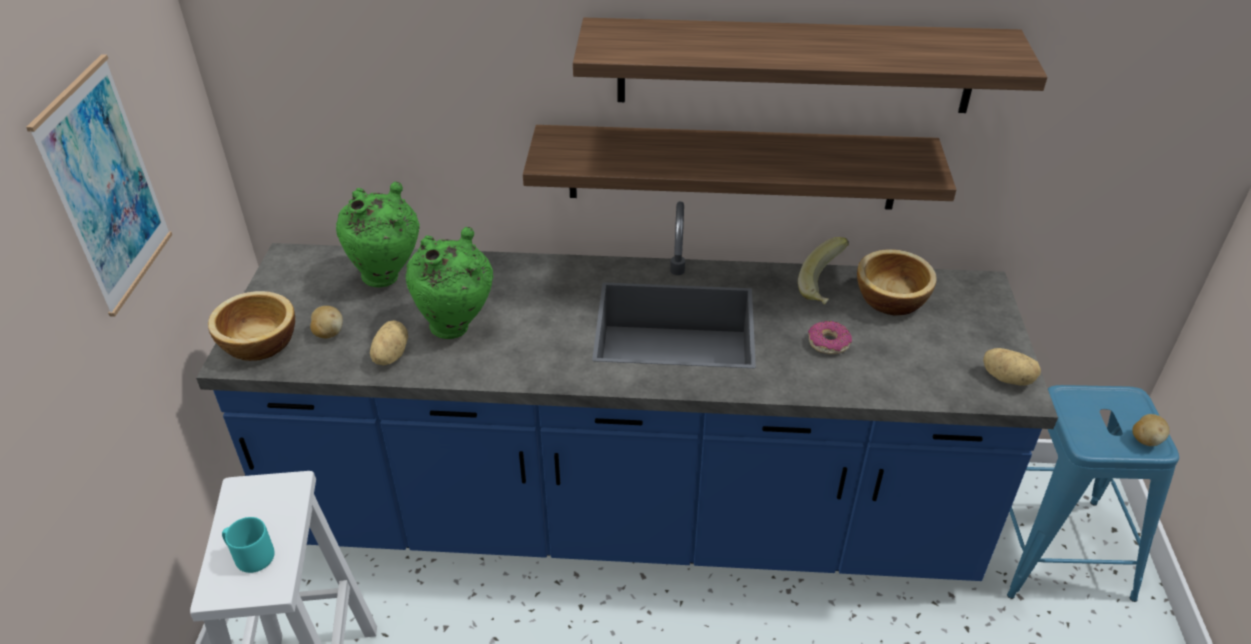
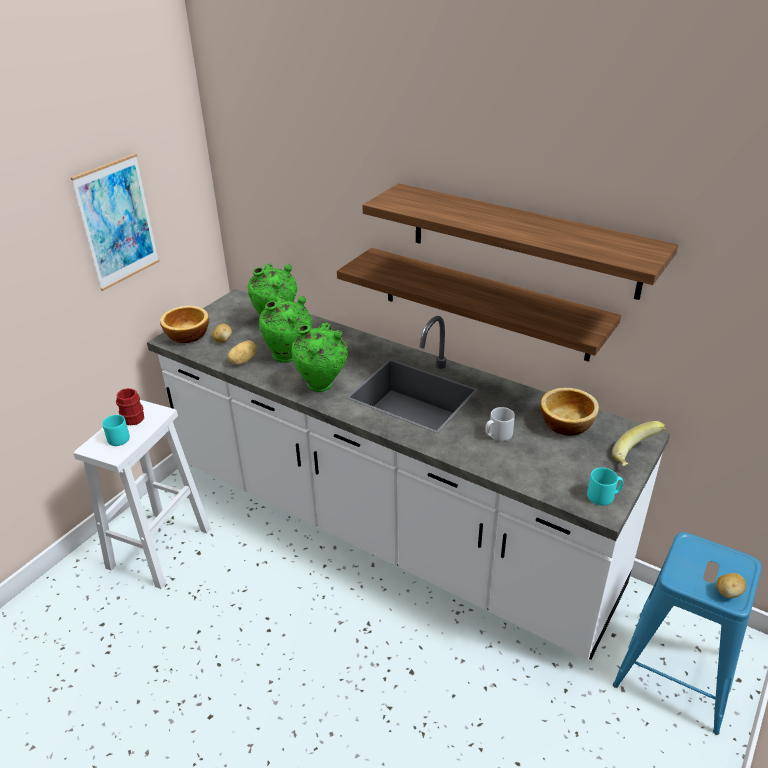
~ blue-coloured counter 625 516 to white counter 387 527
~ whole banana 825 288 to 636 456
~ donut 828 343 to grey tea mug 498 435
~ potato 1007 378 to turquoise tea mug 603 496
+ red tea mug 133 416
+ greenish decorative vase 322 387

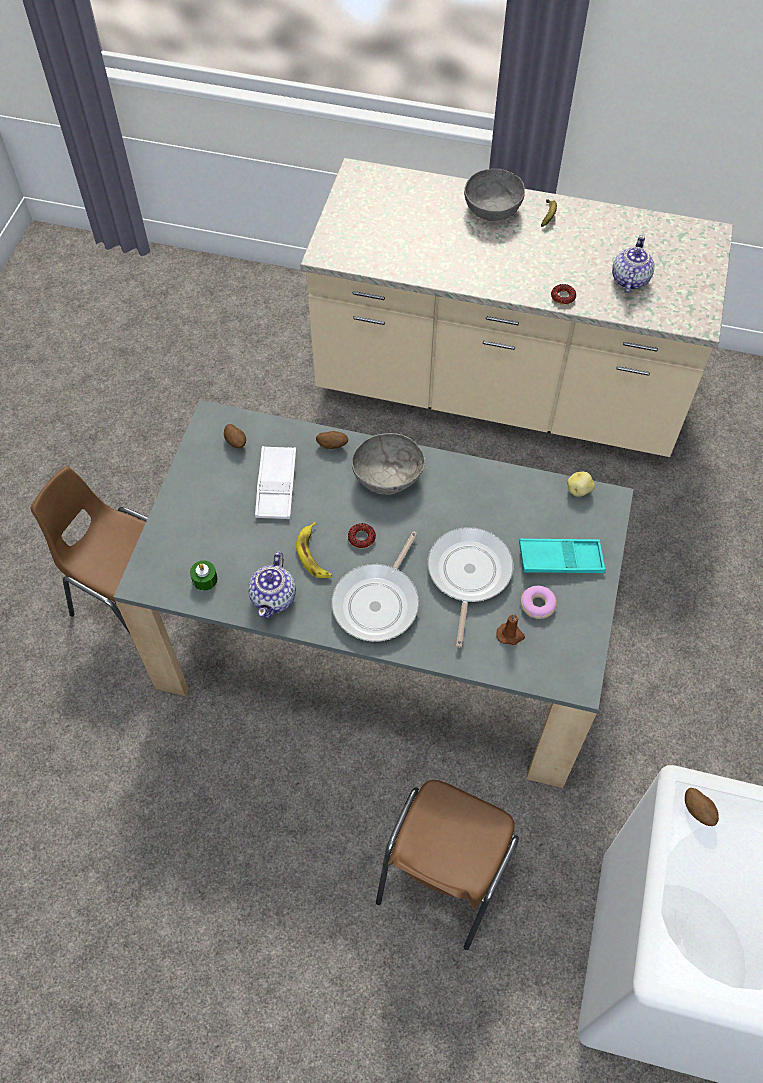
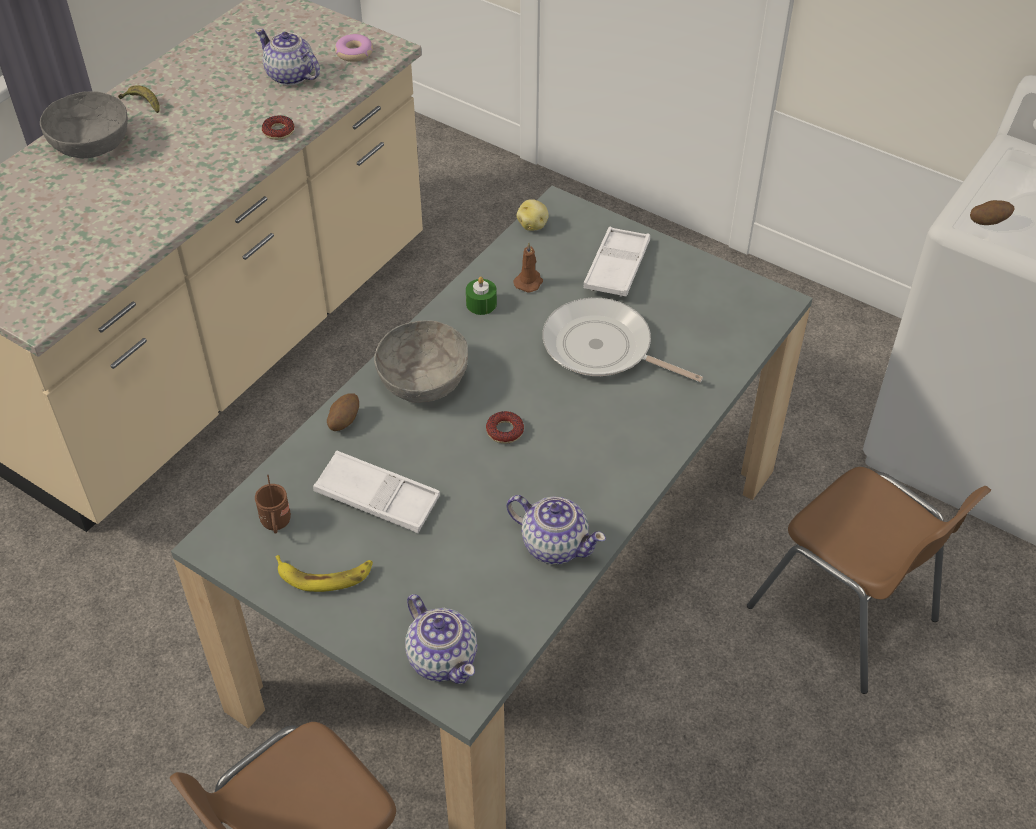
~ greenish candle 205 579 to 481 304
~ potato 236 442 to brown tea mug 276 525
~ whole banana 314 555 to 325 575
- pan 378 602
~ brown candle 510 635 to 529 282
~ turquoise tray 560 559 to white tray 617 267
~ donut 537 605 to 354 53
+ teapot 442 657

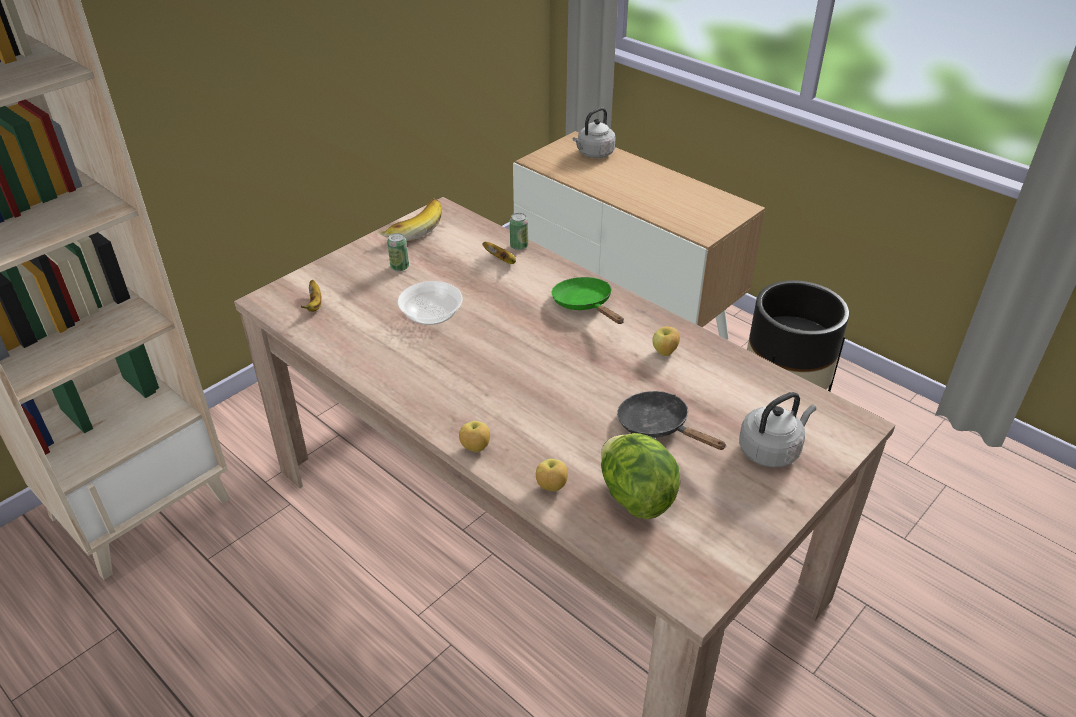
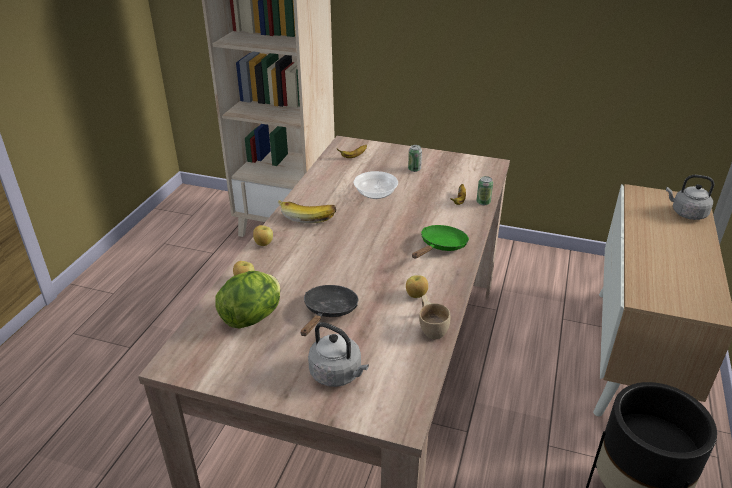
~ whole banana 412 229 to 307 216
+ sand-coloured cup 432 327

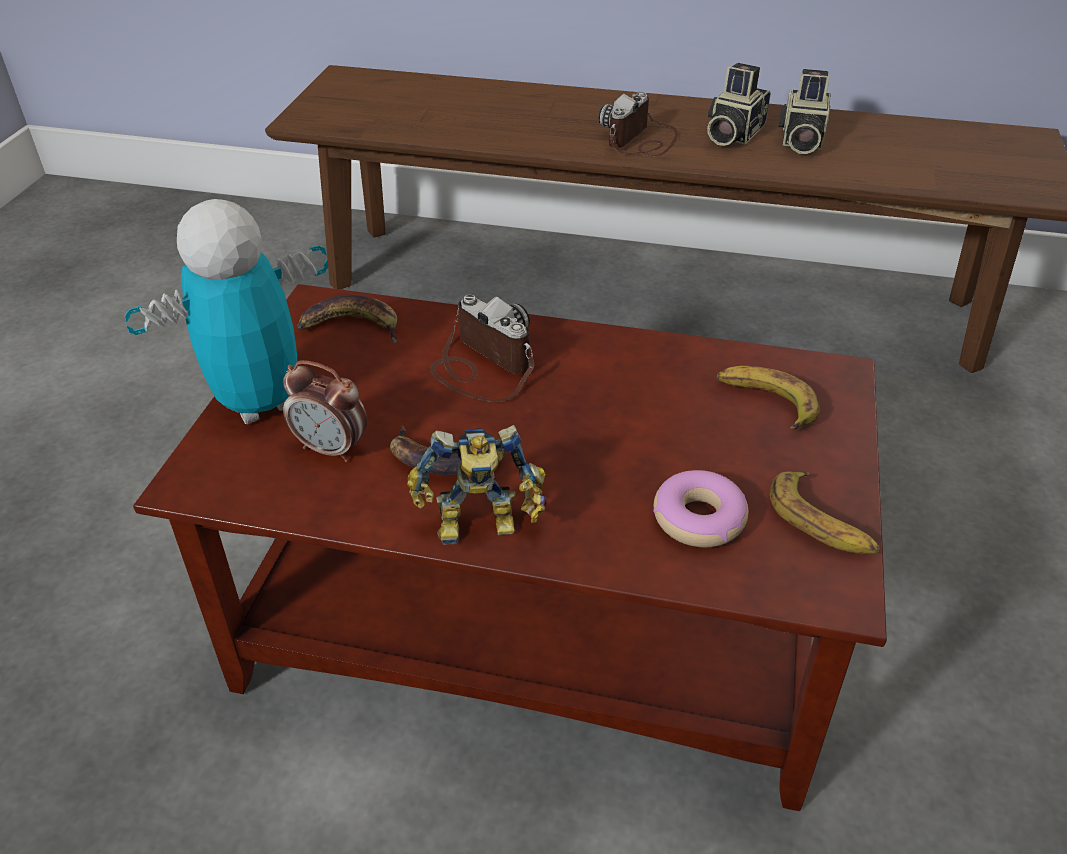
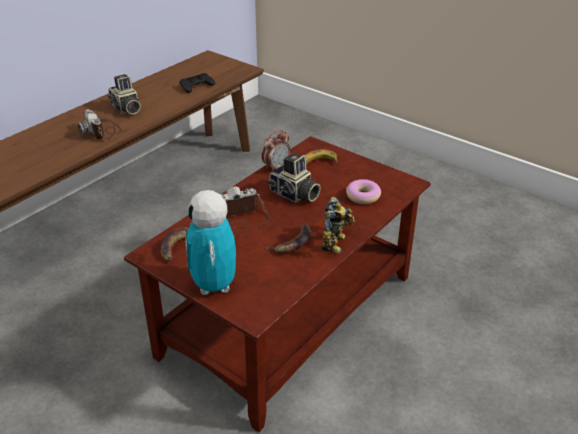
~ alarm clock 332 449 to 276 167
- whole banana 821 523
~ still camera 800 141 to 294 194
+ black game controller 196 86

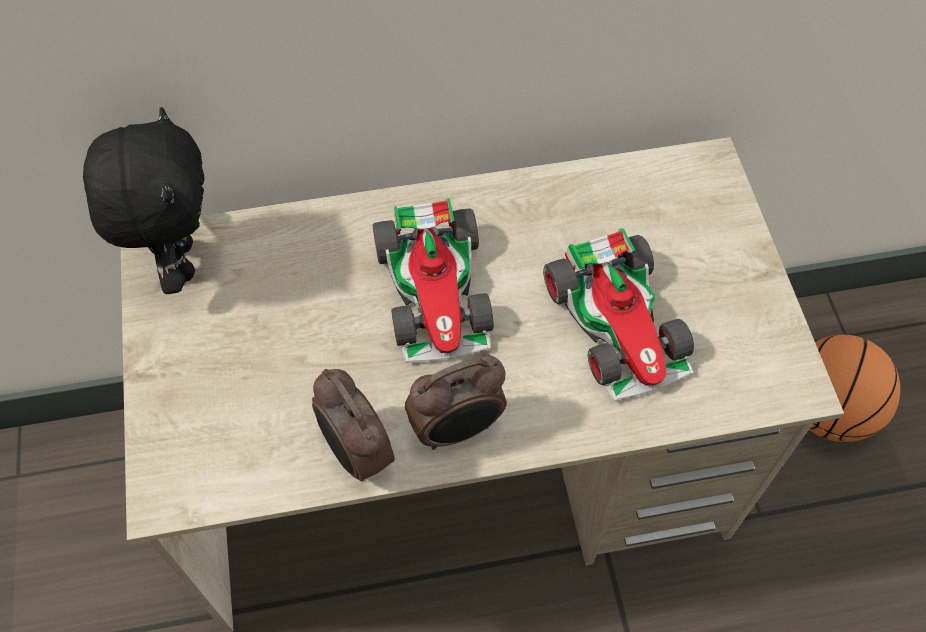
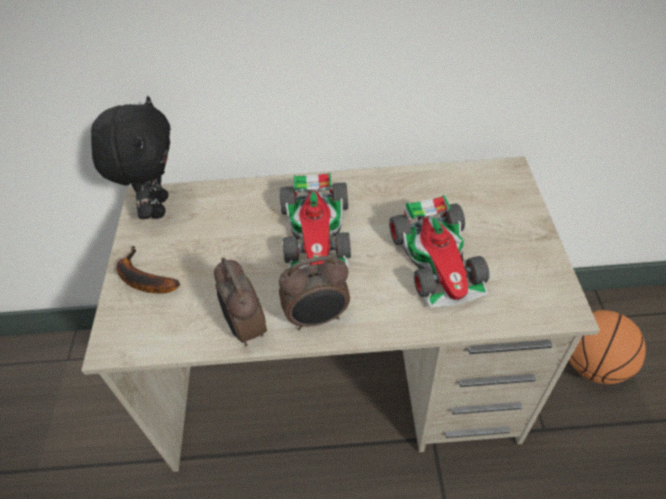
+ whole banana 142 279

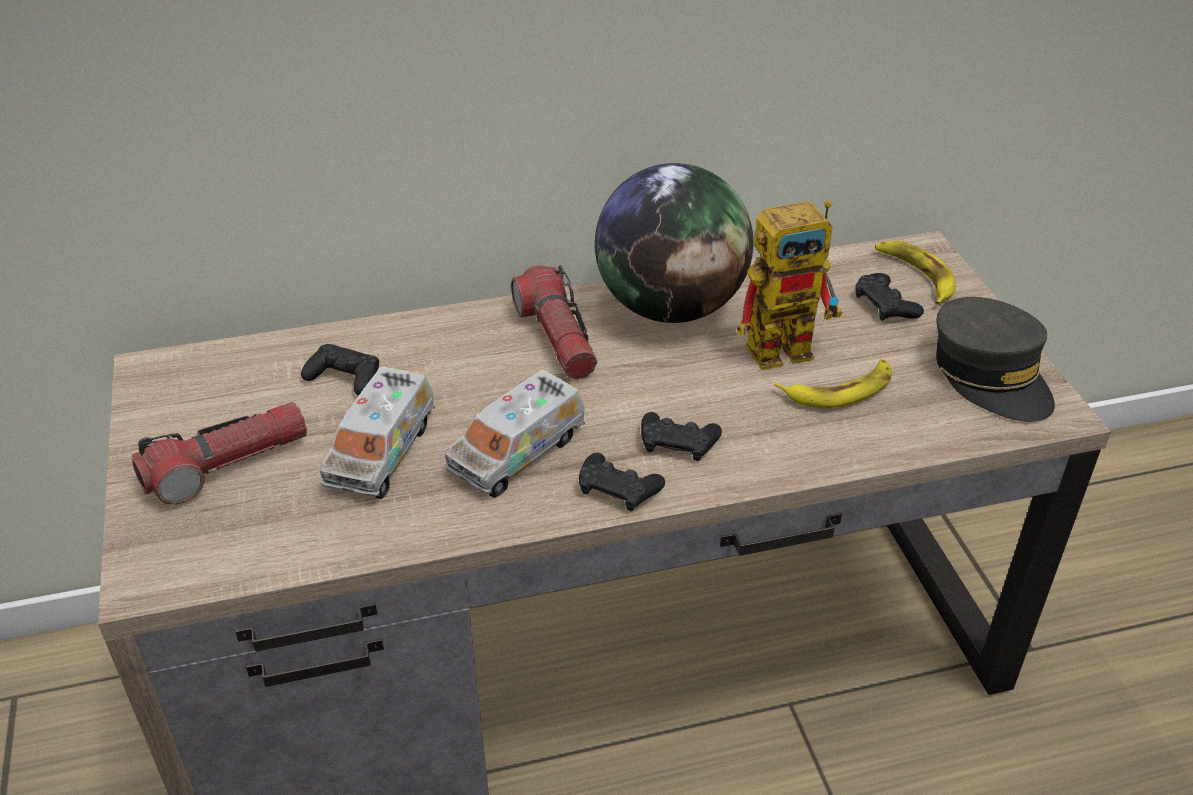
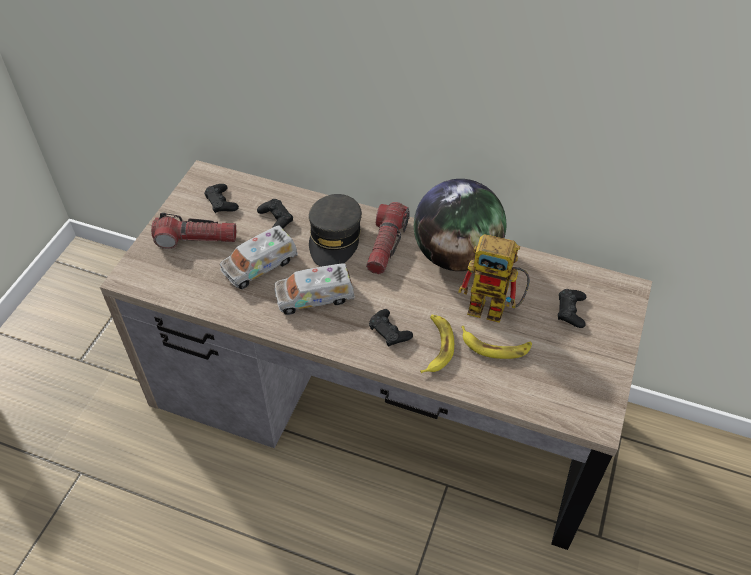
~ black game controller 618 488 to 221 202
~ whole banana 915 275 to 436 346
~ grey cap 990 375 to 335 238

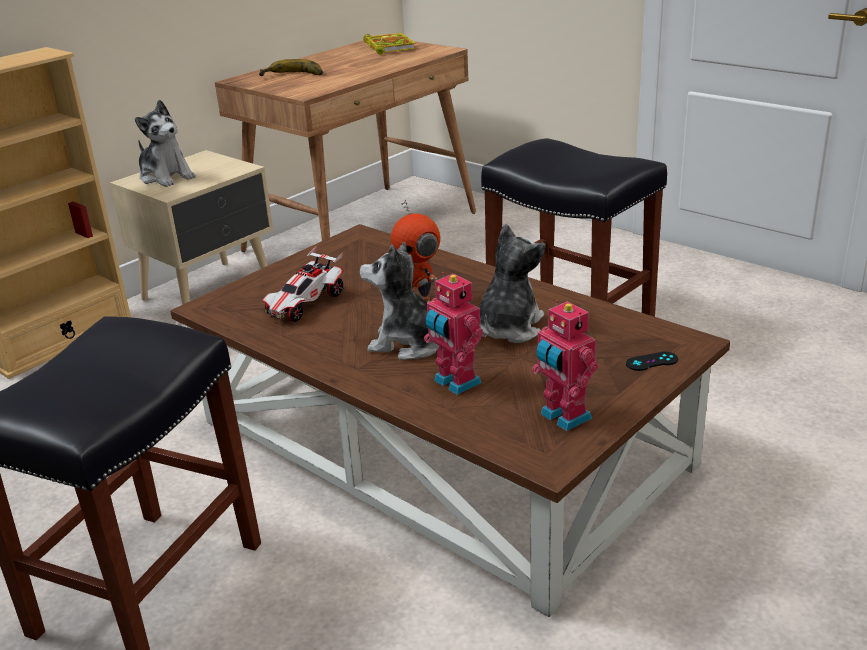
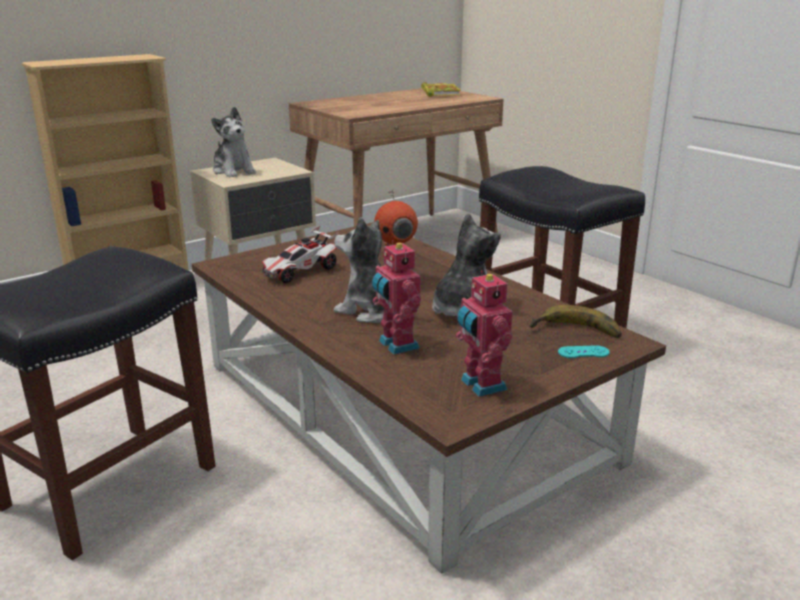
~ whole banana 292 76 to 576 332
~ black game controller 652 361 to turquoise game controller 583 352

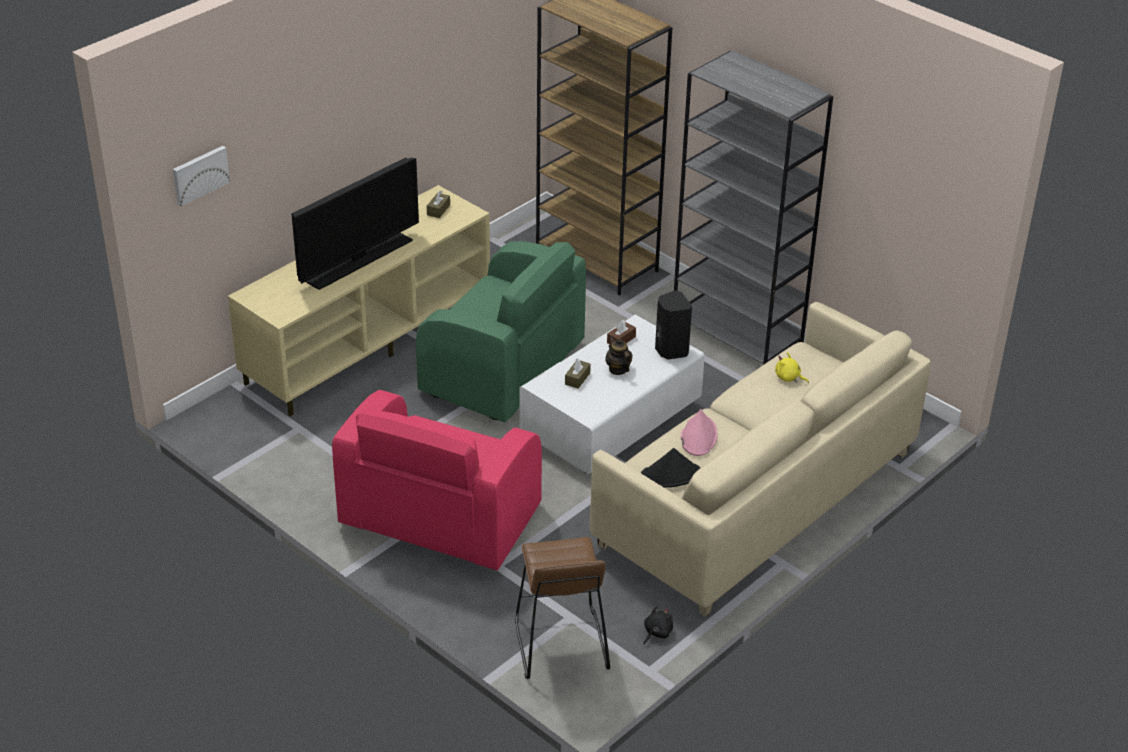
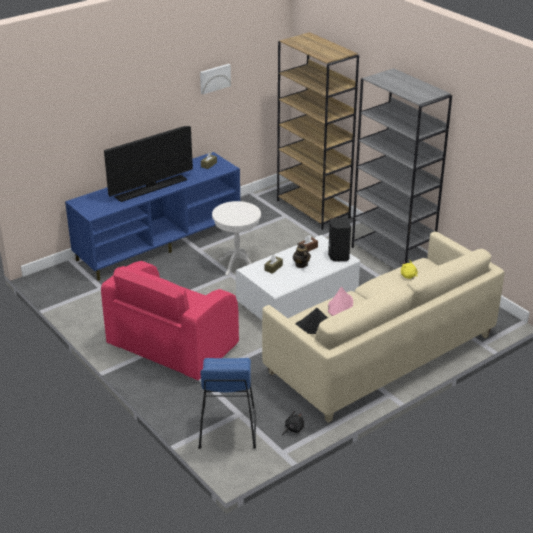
~ wall art 200 174 to 214 78
~ sand-coloured tv unit 369 341 to blue-coloured tv unit 159 243
~ greenish armchair 503 369 to white end table 237 265
~ brown sitting stool 560 644 to blue-coloured sitting stool 227 429

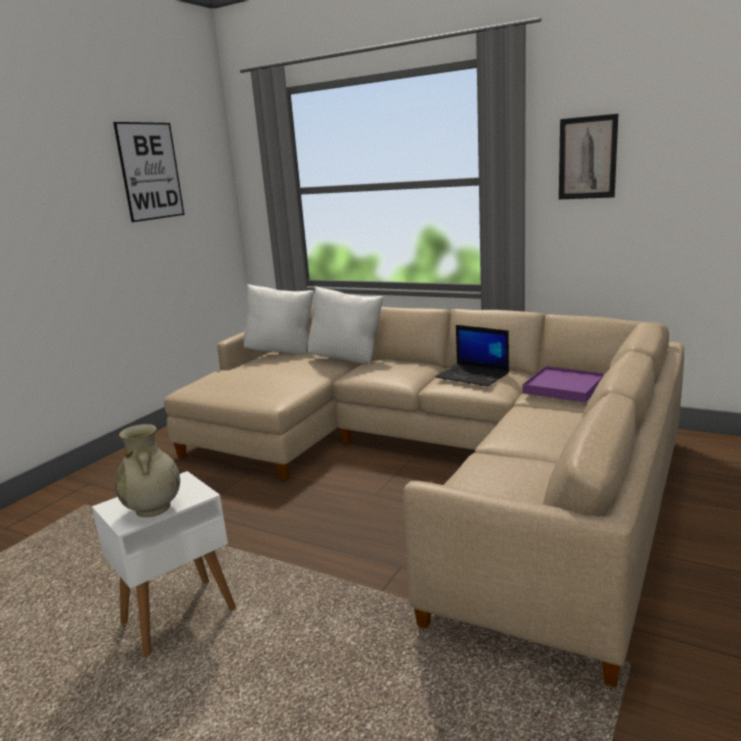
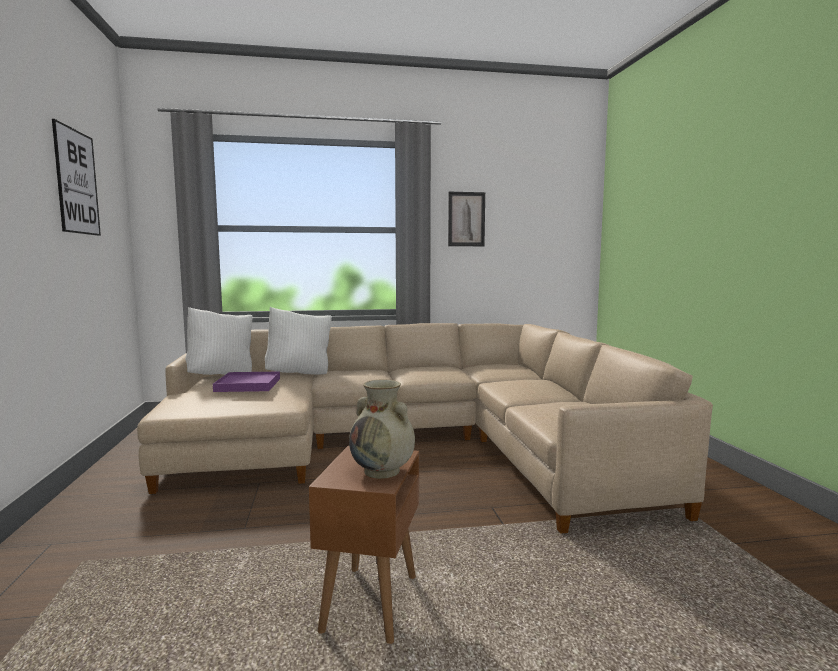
~ white end table 177 617 to brown end table 370 604
- portable computer 473 375
~ purple tray 564 387 to 248 385

